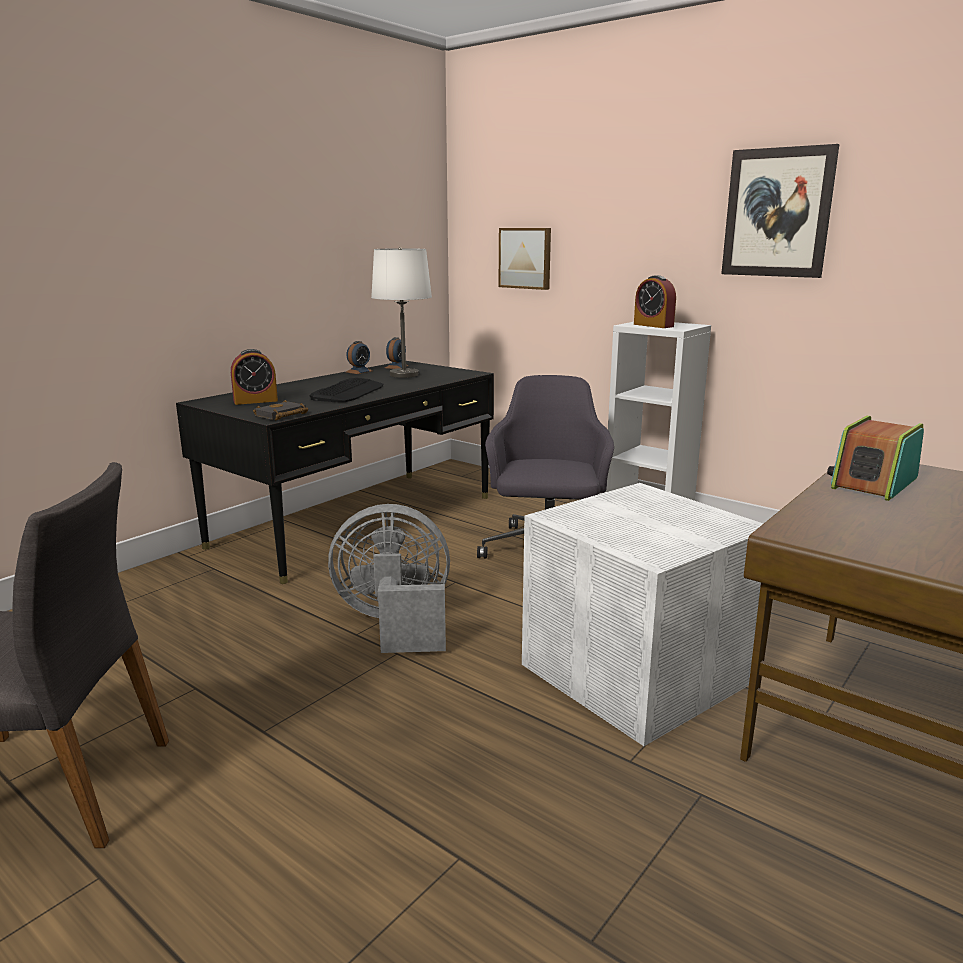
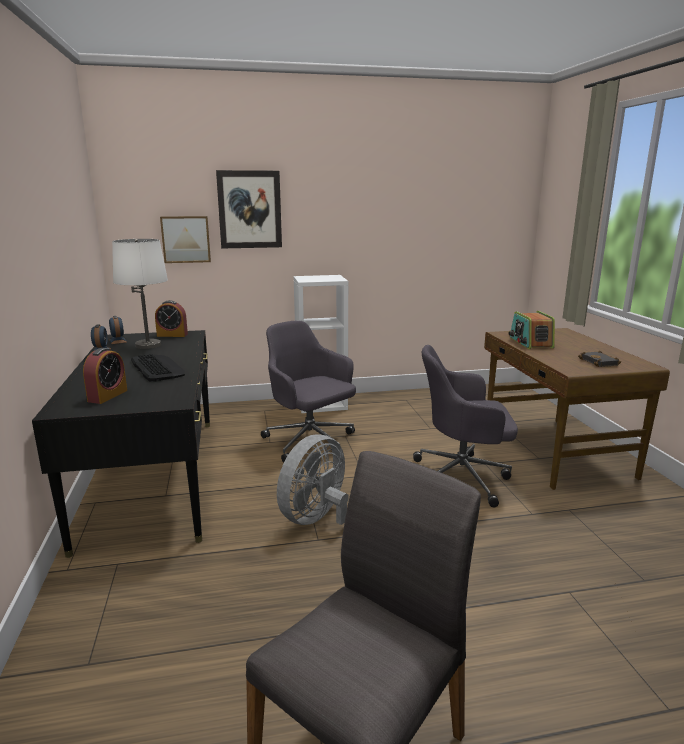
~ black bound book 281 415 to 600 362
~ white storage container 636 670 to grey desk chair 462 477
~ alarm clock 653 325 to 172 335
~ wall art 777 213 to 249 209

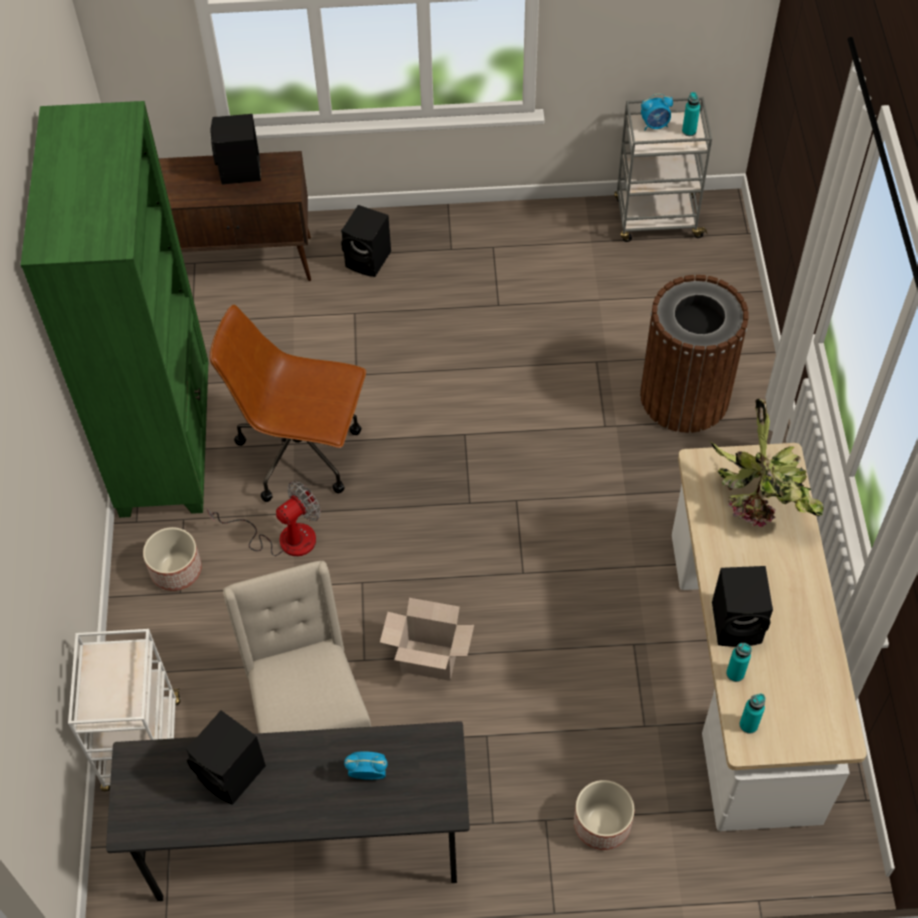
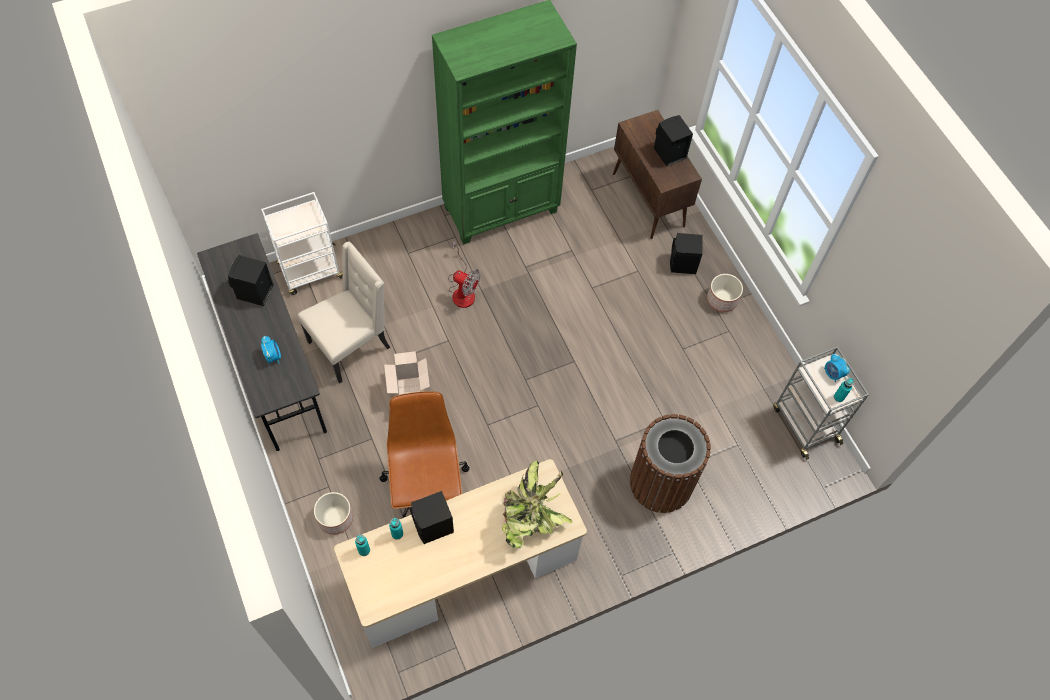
~ flower pot 175 570 to 721 299
~ brown desk chair 302 452 to 426 487

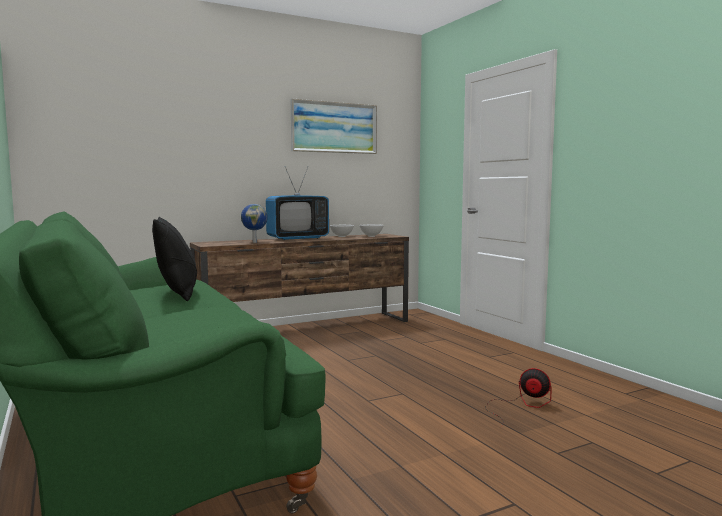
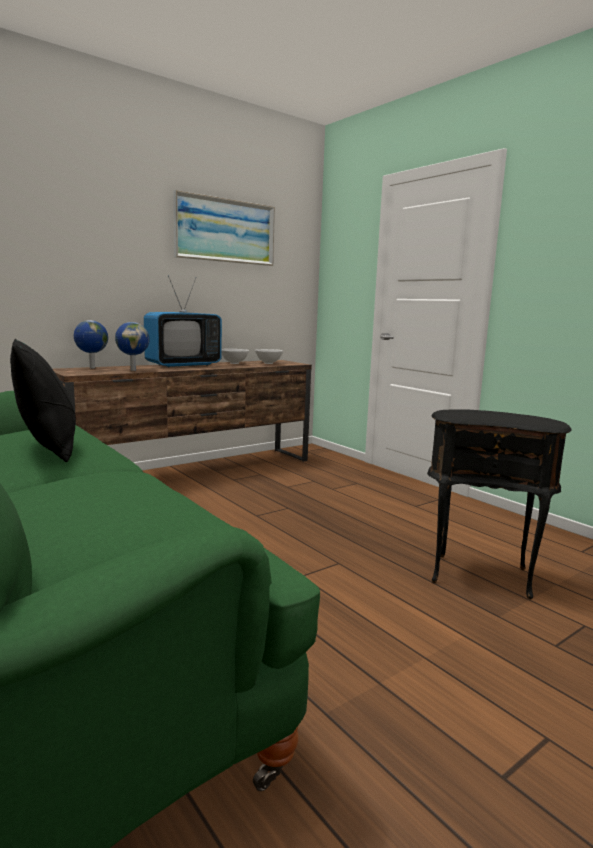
~ fan 521 405 to black end table 480 574
+ globe 91 368

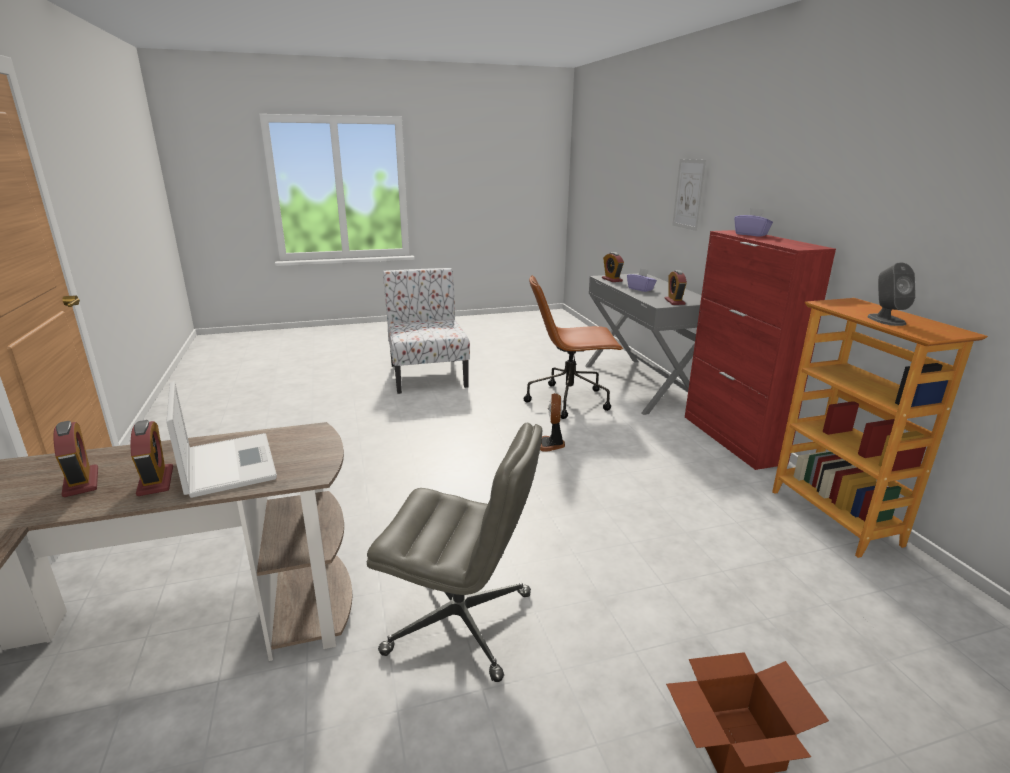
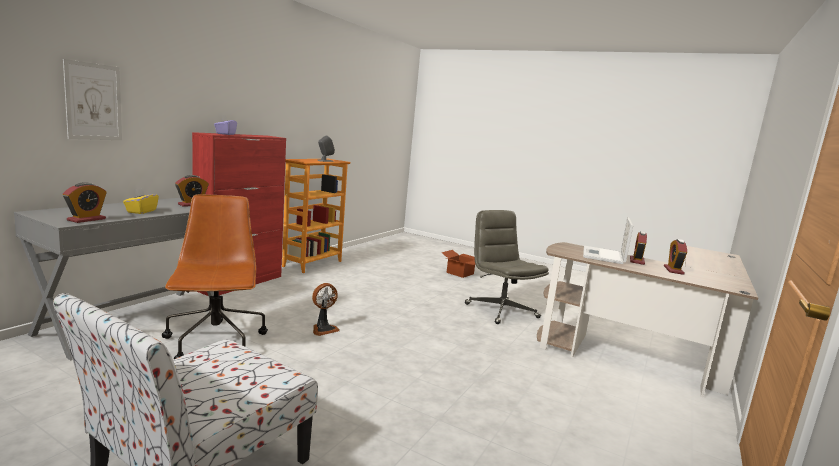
~ brown desk chair 570 400 = 215 342 150 degrees counterclockwise
~ purple tissue holder 640 289 to yellow-coloured tissue holder 141 211

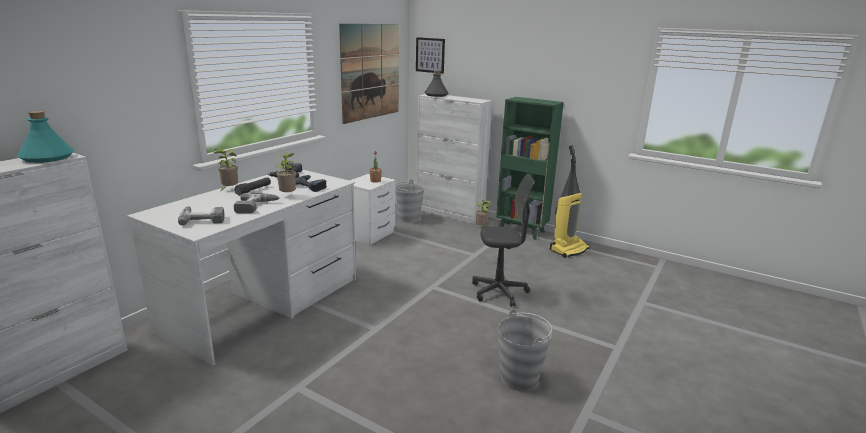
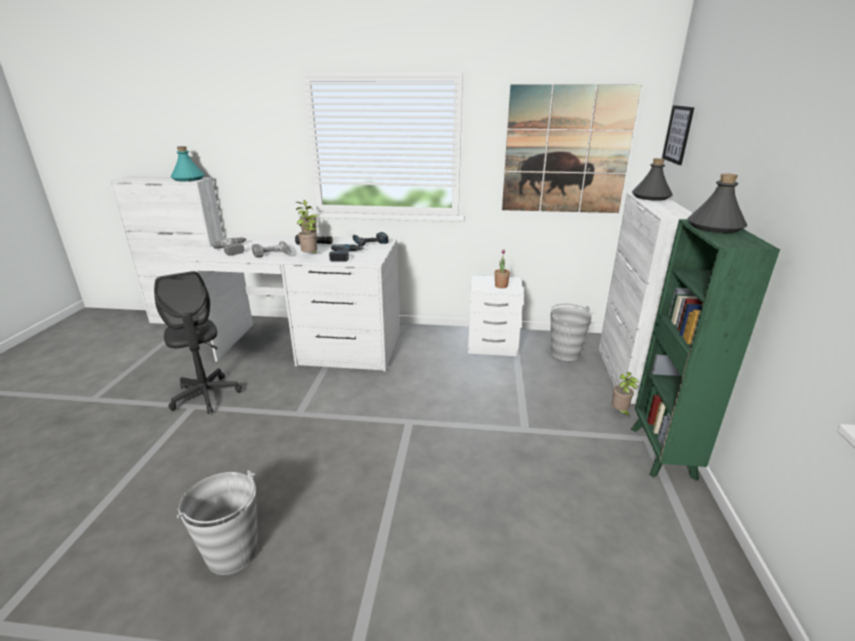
~ grey desk chair 499 292 to 206 396
- hoover 568 249
+ grey bottle 714 227

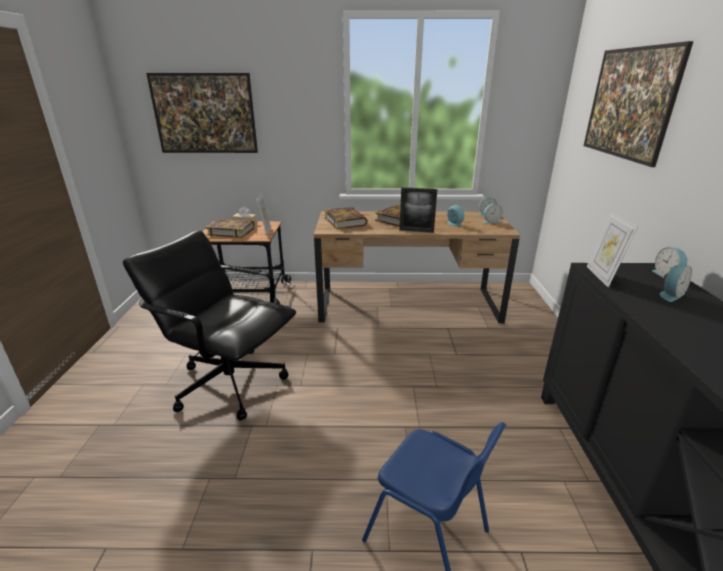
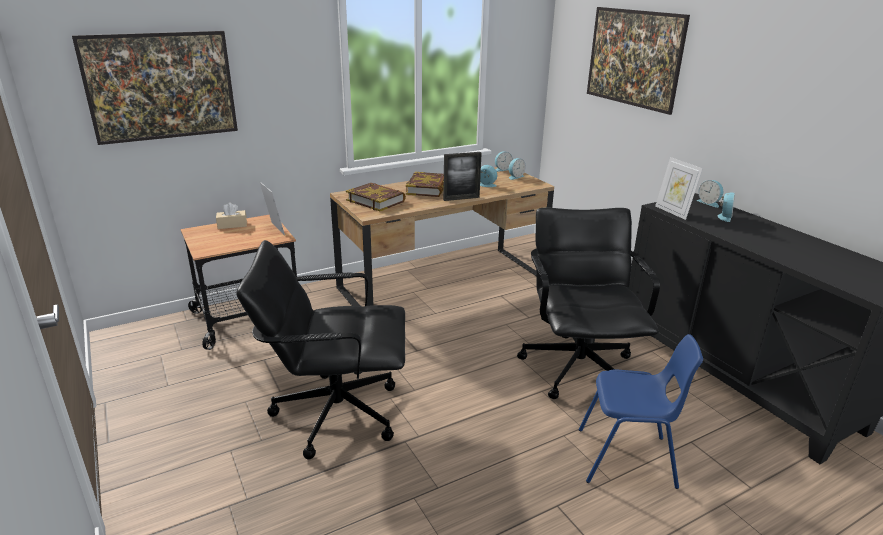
- bound book 231 231
+ black desk chair 578 367

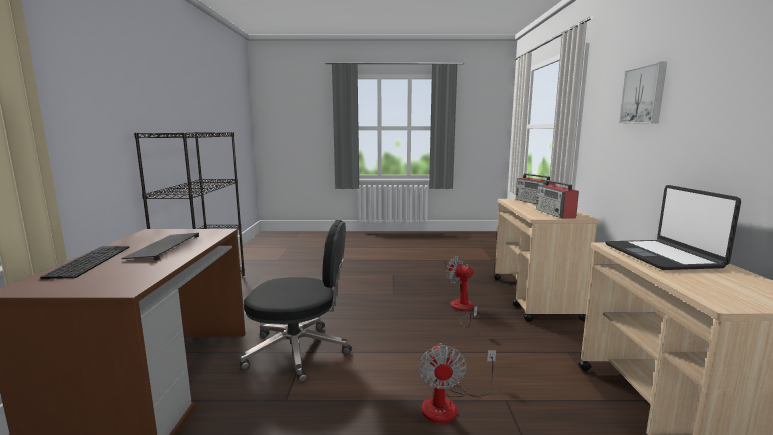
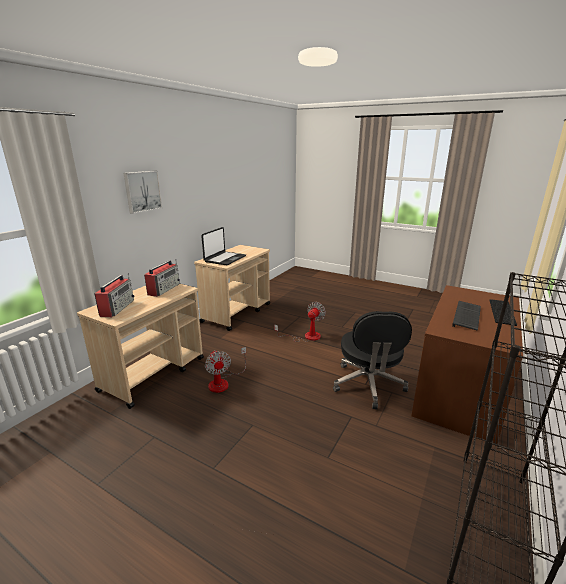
~ black desk chair 299 351 = 368 385 120 degrees counterclockwise

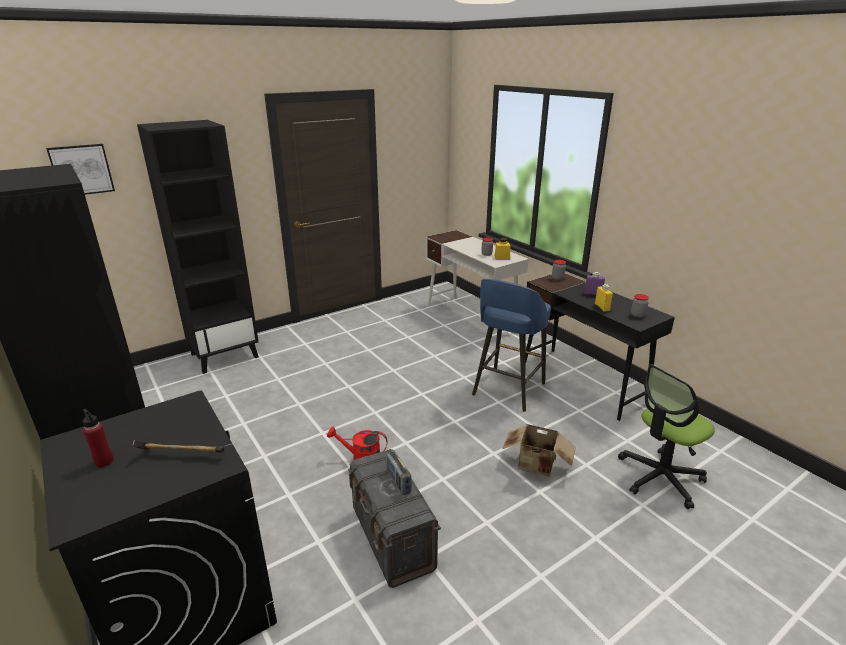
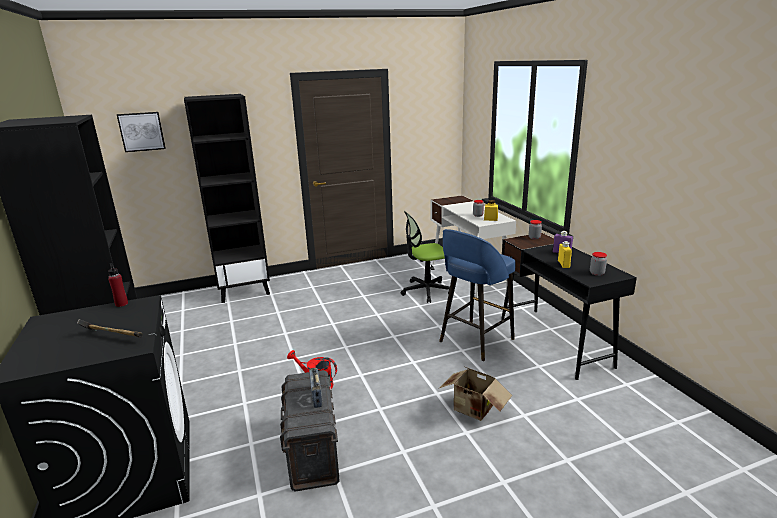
~ red bottle 104 461 to 121 304
~ desk chair 660 477 to 426 291

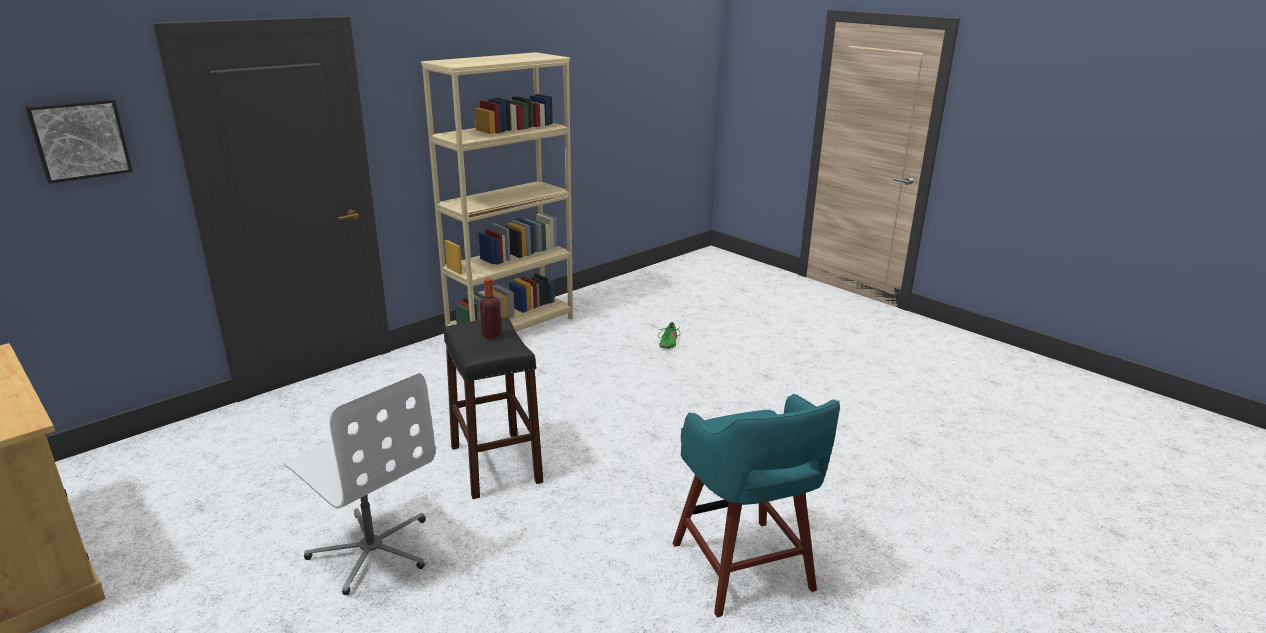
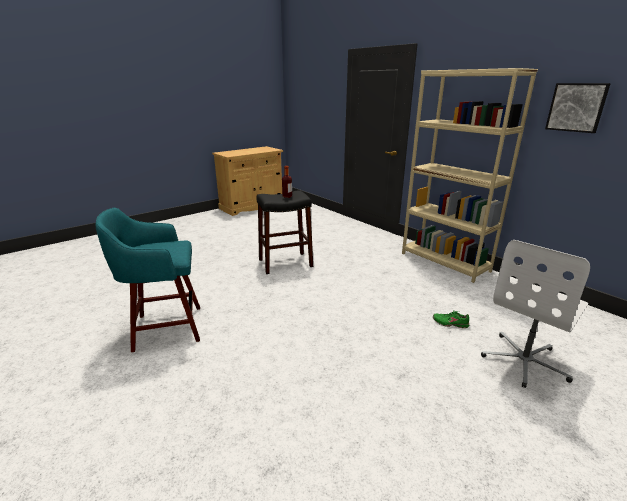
~ wall art 80 139 to 576 107
~ white desk chair 372 549 to 525 361

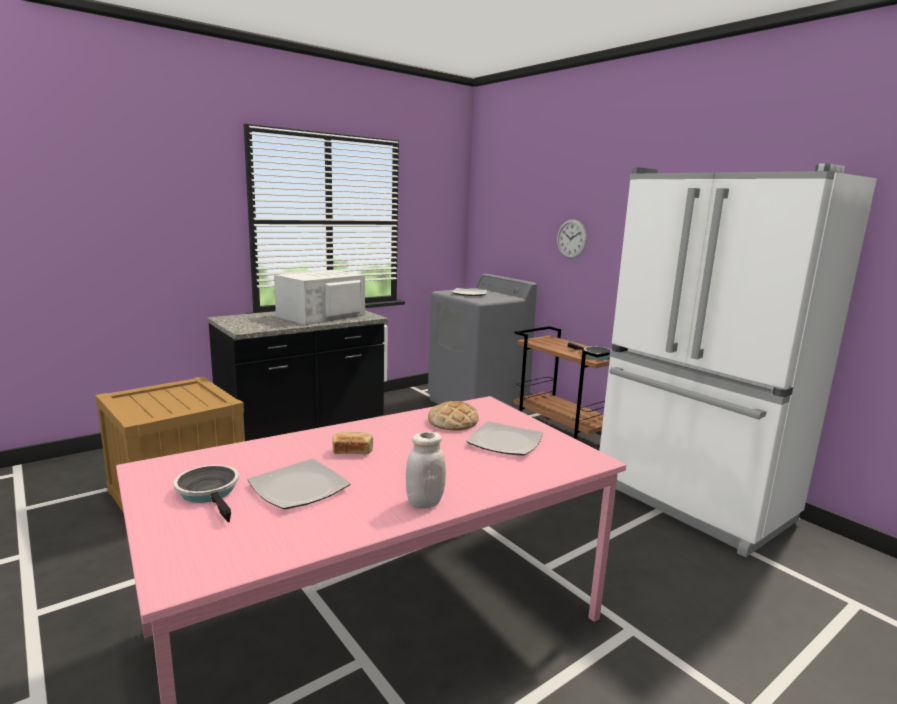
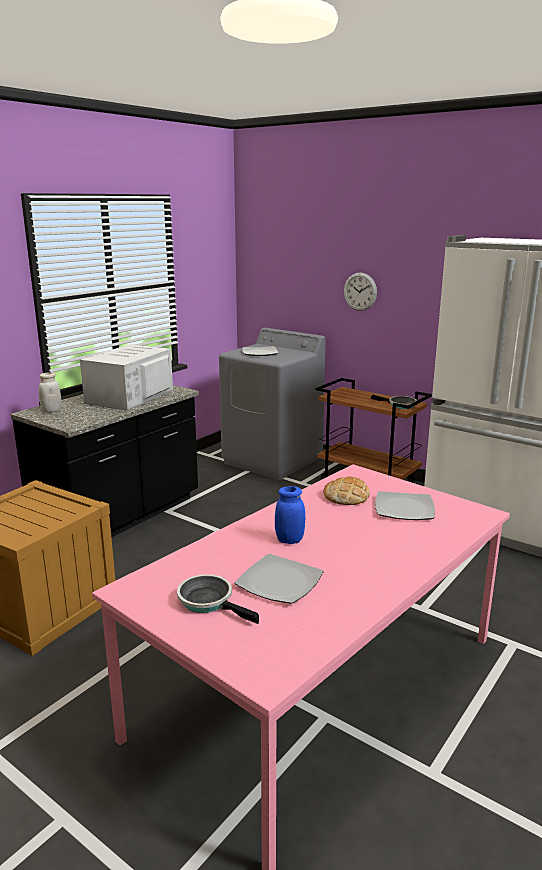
~ bakery bread 352 451 to blue-coloured jar 289 540
~ white jar 424 502 to 51 411

